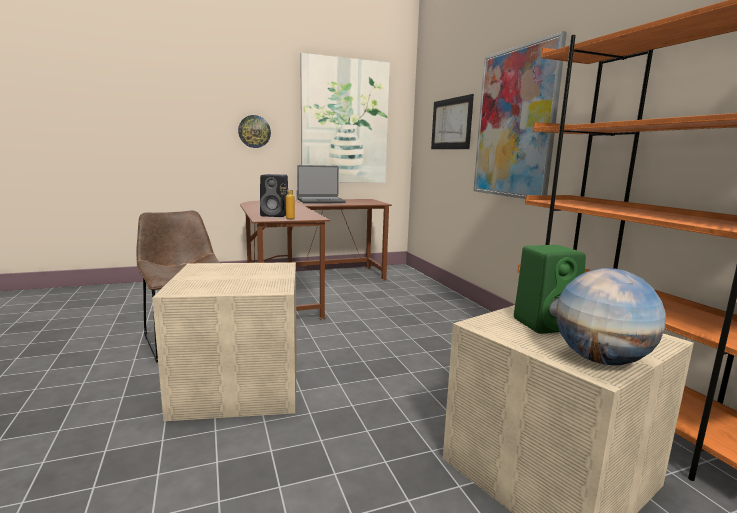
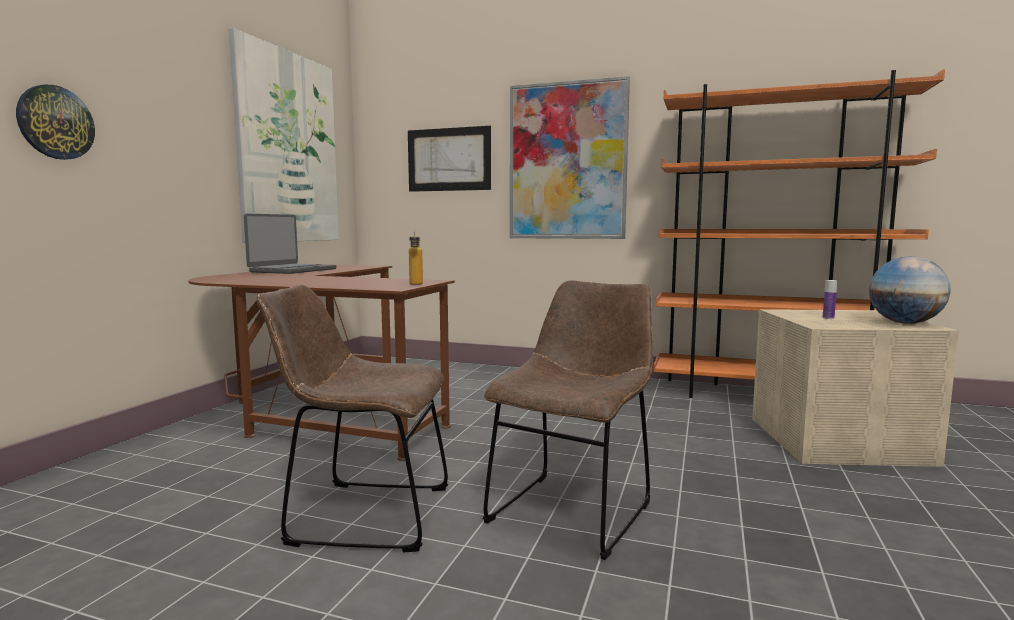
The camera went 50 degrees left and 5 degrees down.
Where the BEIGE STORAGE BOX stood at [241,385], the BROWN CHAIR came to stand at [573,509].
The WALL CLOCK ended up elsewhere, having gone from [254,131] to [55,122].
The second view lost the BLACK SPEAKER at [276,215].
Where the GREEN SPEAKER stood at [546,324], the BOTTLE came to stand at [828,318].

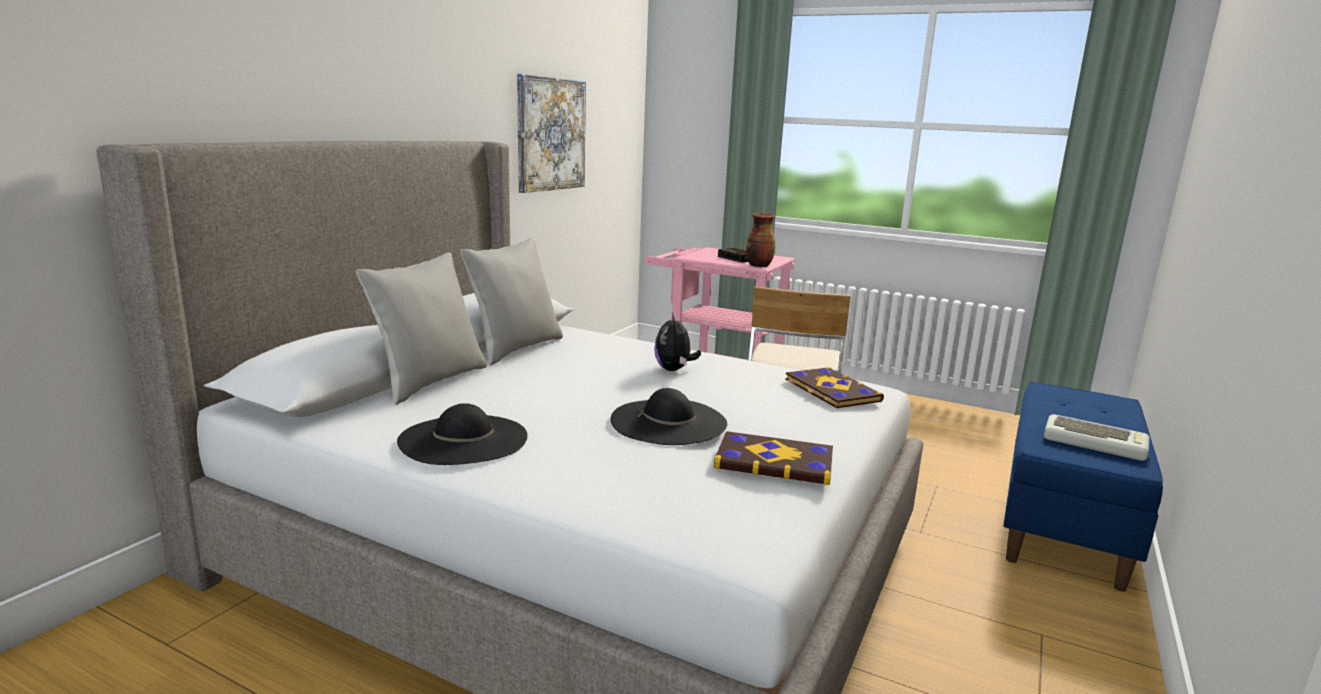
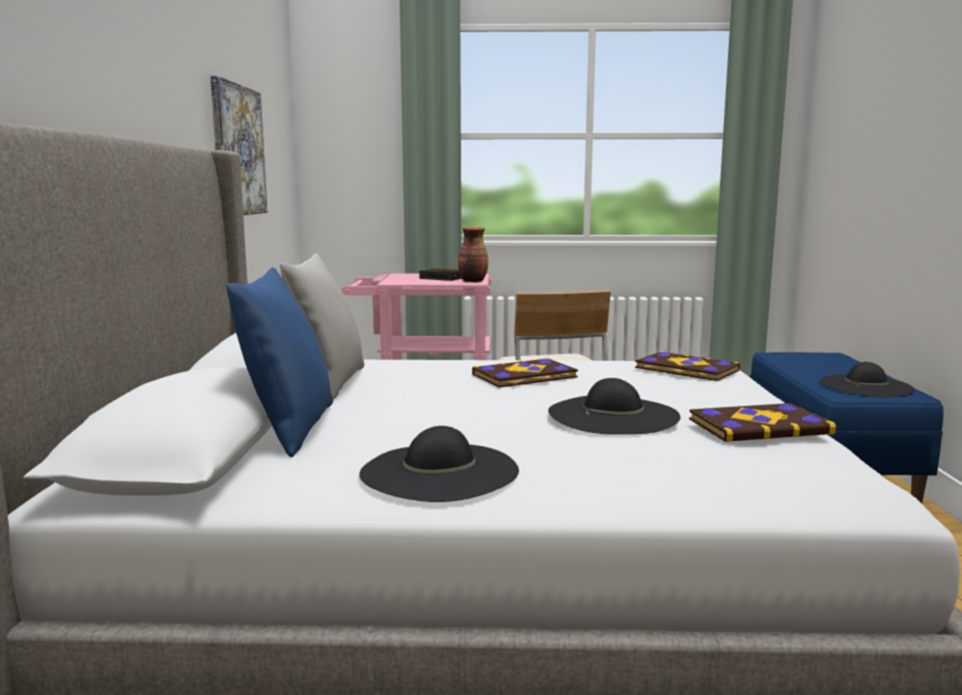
The camera went 25 degrees left and 5 degrees down.
What was the GREY PILLOW at [429,382] turned into the BLUE PILLOW at [289,429].
Where the PLUSH TOY stood at [674,370], the BOOK came to stand at [525,376].
Where the KEYBOARD stood at [1095,444], the BLACK HAT came to stand at [865,386].

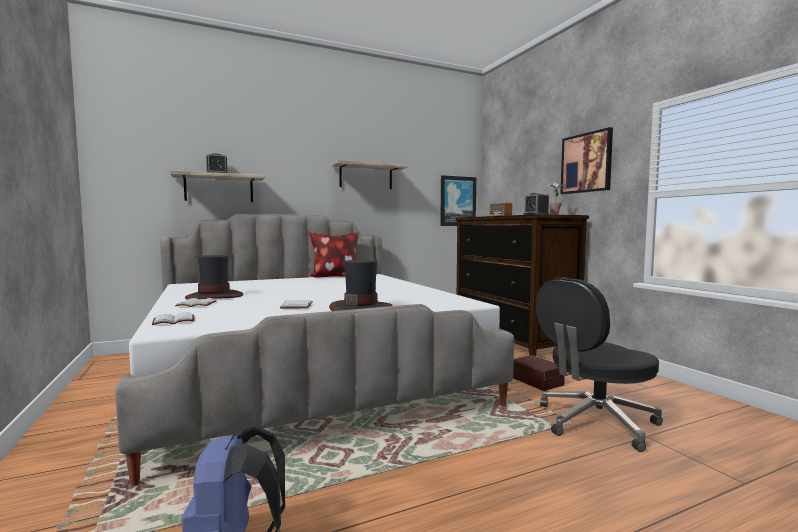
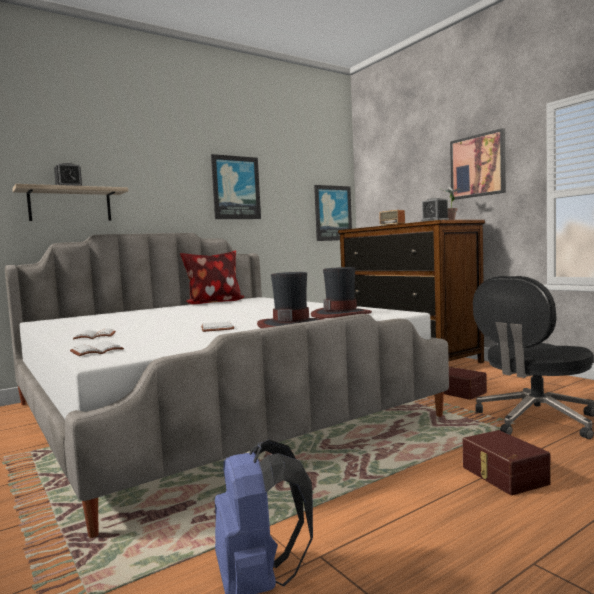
The camera went 10 degrees left and 0 degrees up.
The HAT ended up elsewhere, having gone from [215,296] to [341,314].
Where the SHELF hung at [366,176], the PICTURE came to hang at [235,188].
The second view gained the BROWN STORAGE BOX at [503,475].

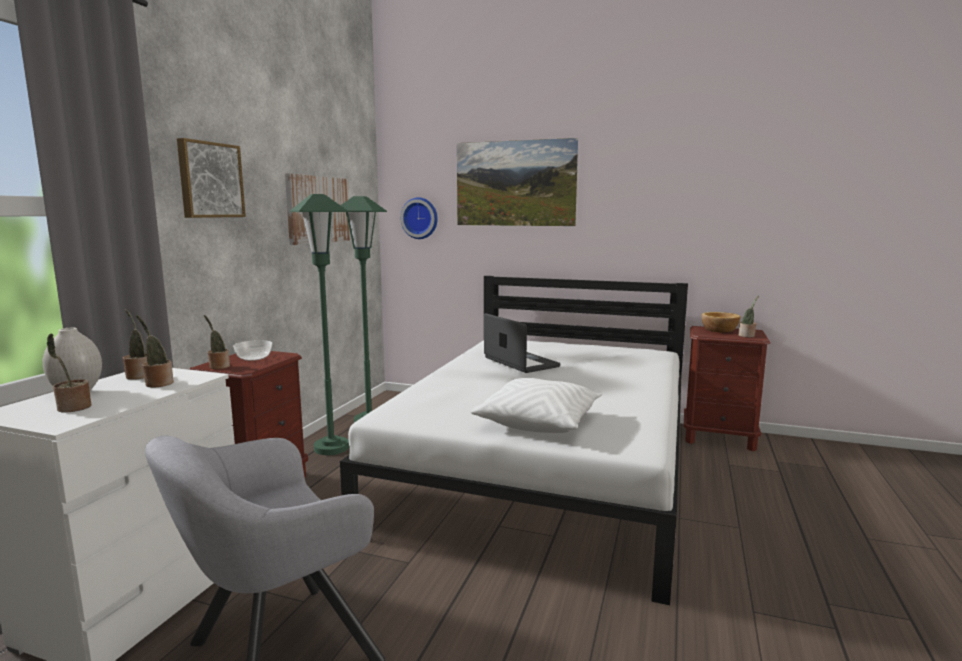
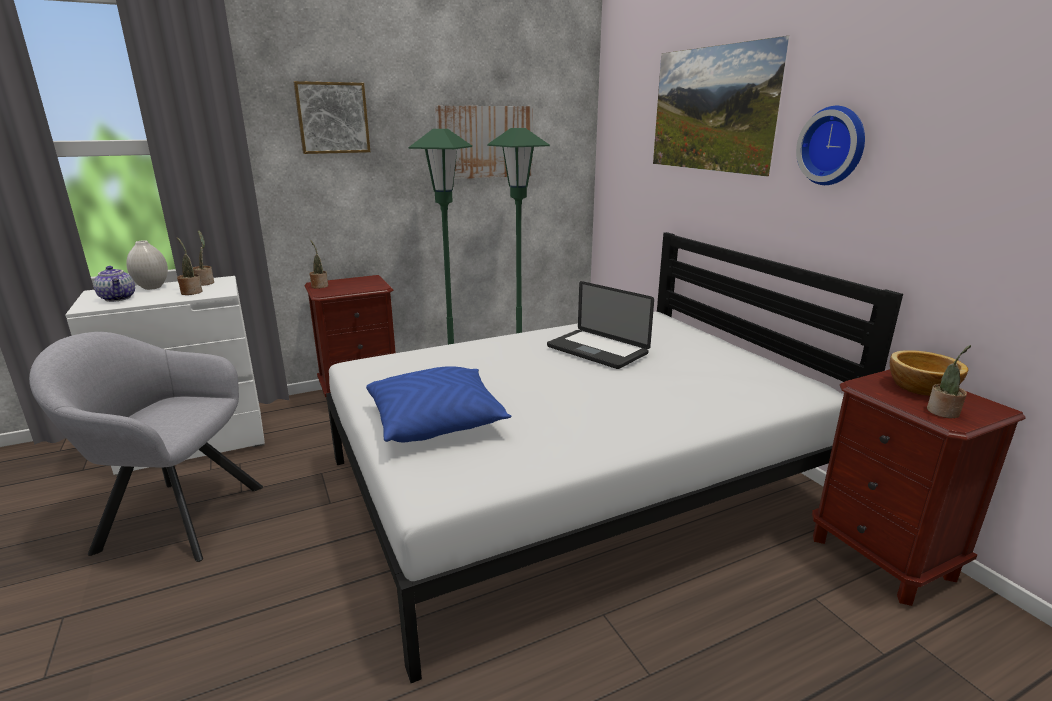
The camera went 45 degrees right and 10 degrees up.
Where the POTTED PLANT stood at [72,408], the TEAPOT came to stand at [119,298].
The second view lost the BOWL at [254,358].
The WALL CLOCK ended up elsewhere, having gone from [420,218] to [834,146].
What was the WHITE PILLOW at [538,422] turned into the BLUE PILLOW at [437,421].
The LAPTOP at [521,362] ended up facing another way, 120 degrees clockwise from before.

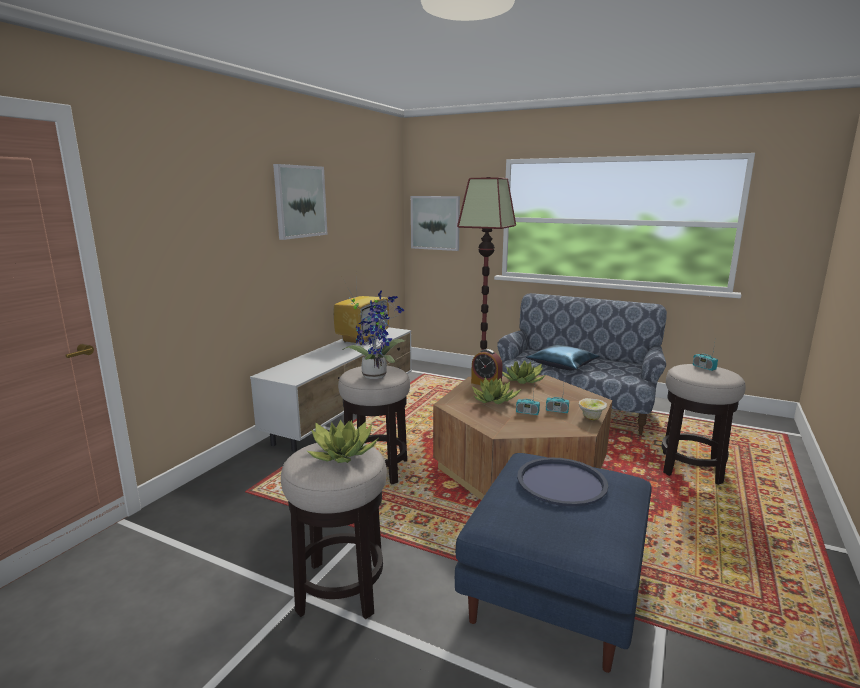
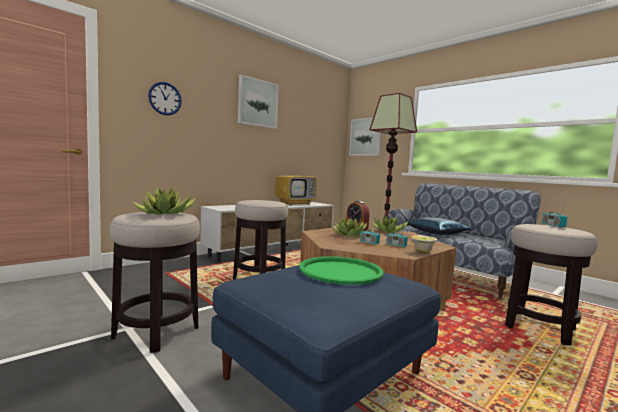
The camera went 20 degrees right and 10 degrees down.
The second view lost the POTTED PLANT at [376,374].
What was the BLUE TRAY at [561,482] turned into the GREEN TRAY at [340,271].
The second view gained the WALL CLOCK at [165,98].

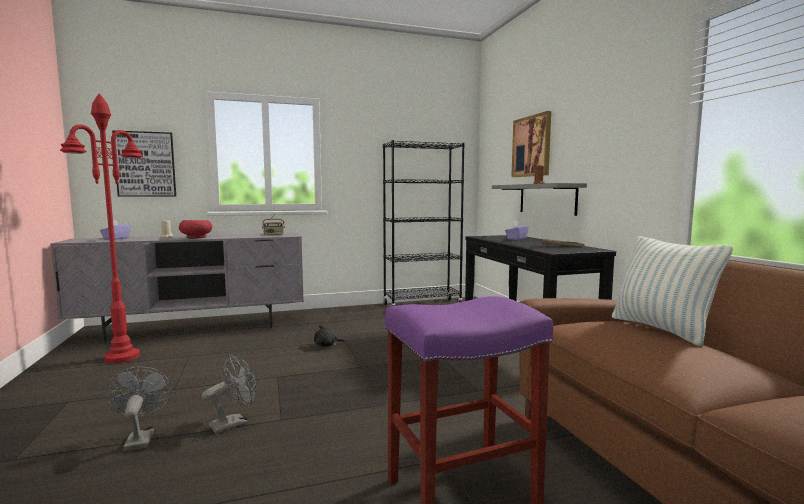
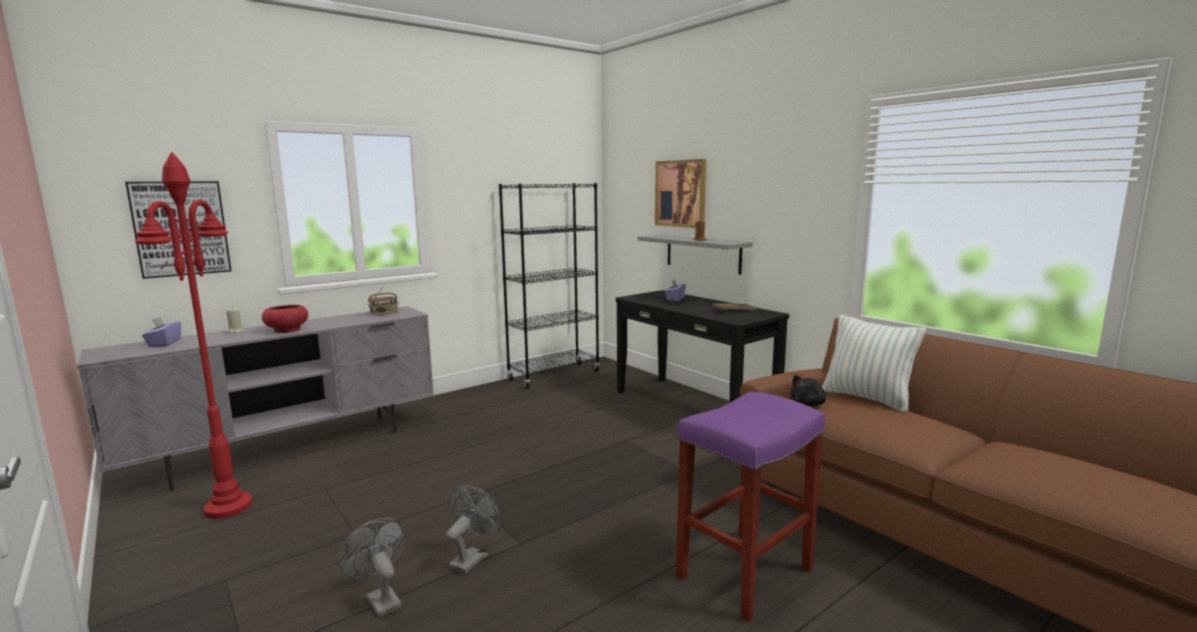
The camera went 20 degrees left and 5 degrees up.
The BLACK PLUSH TOY ended up elsewhere, having gone from [326,345] to [809,404].

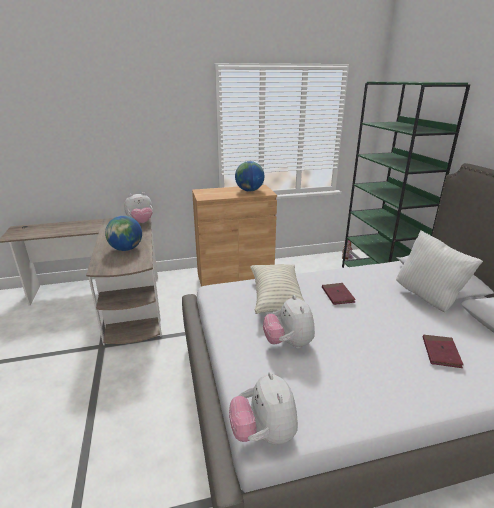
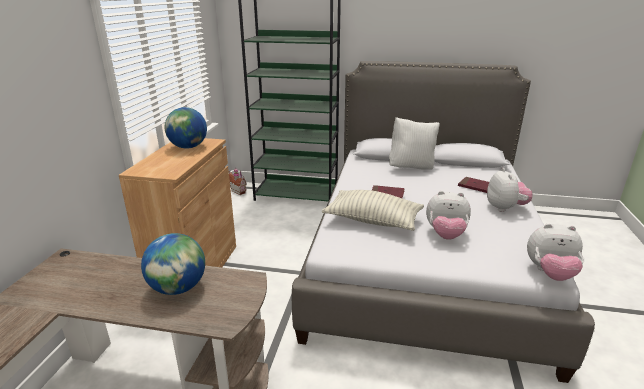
The camera went 65 degrees left and 0 degrees up.
The PLUSH TOY ended up elsewhere, having gone from [141,222] to [505,208].

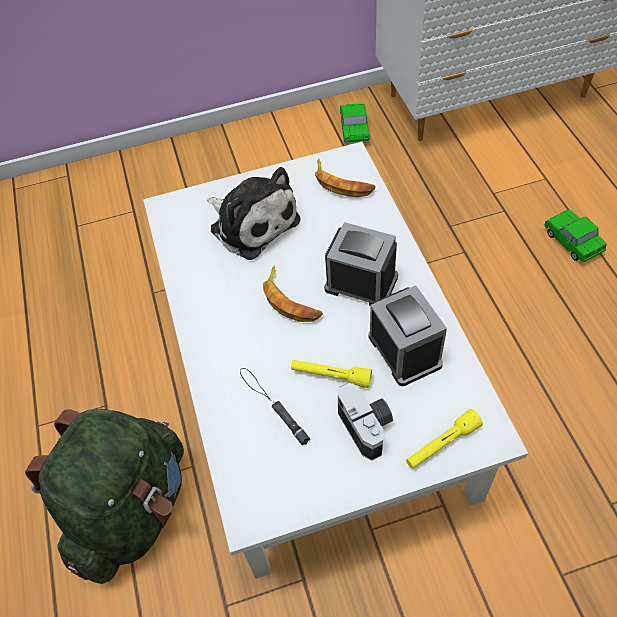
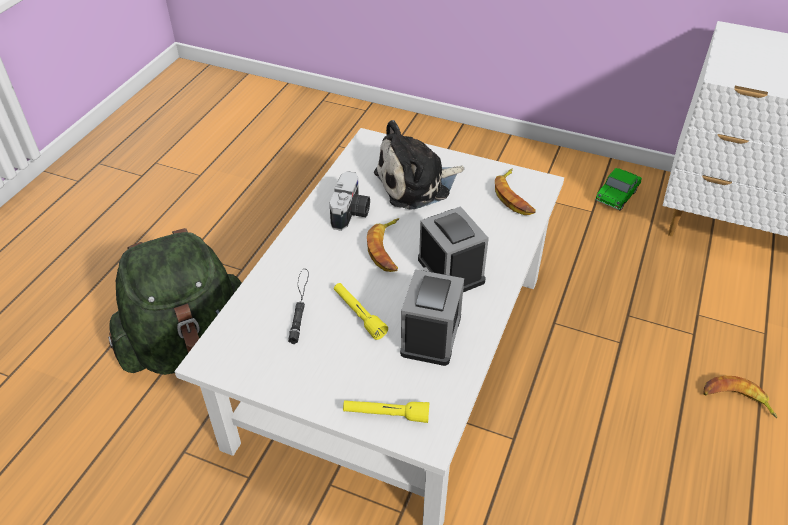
The camera went 35 degrees right and 10 degrees down.
The PLUSH TOY at [252,222] ended up facing another way, 75 degrees clockwise from before.
The PHOTO CAMERA ended up elsewhere, having gone from [368,426] to [352,213].
Where the TOY CAR stood at [572,242], the BANANA came to stand at [736,400].

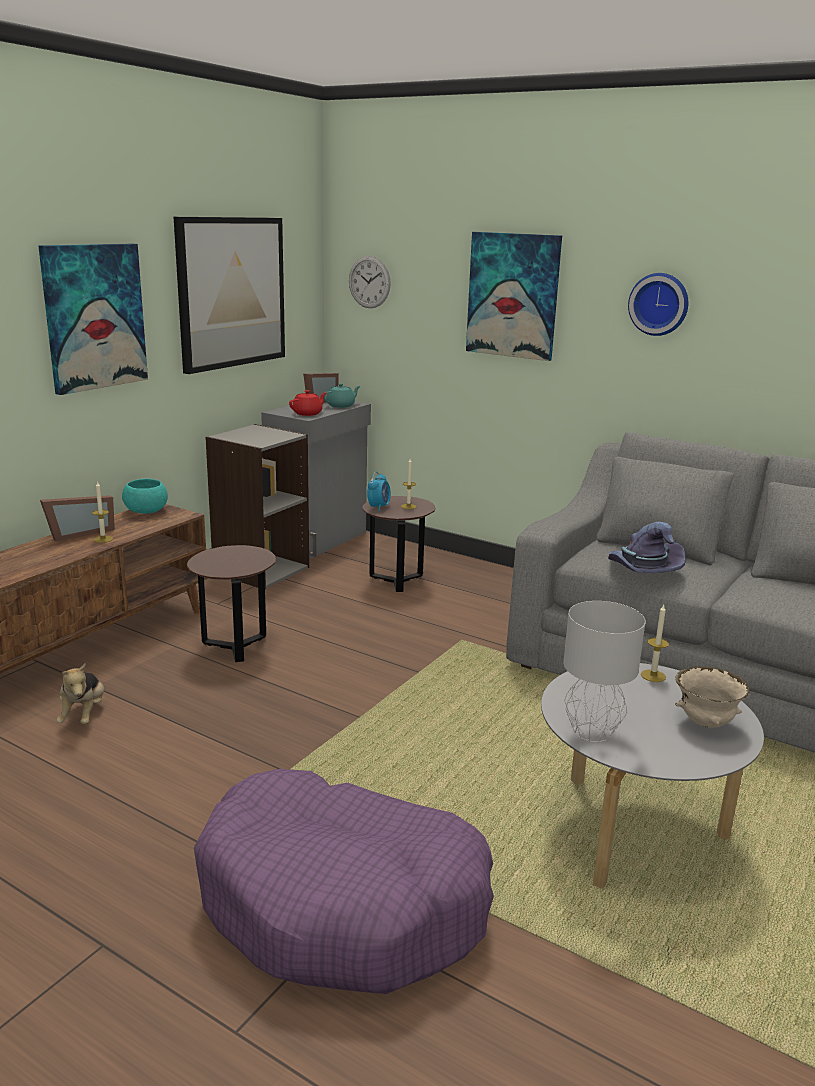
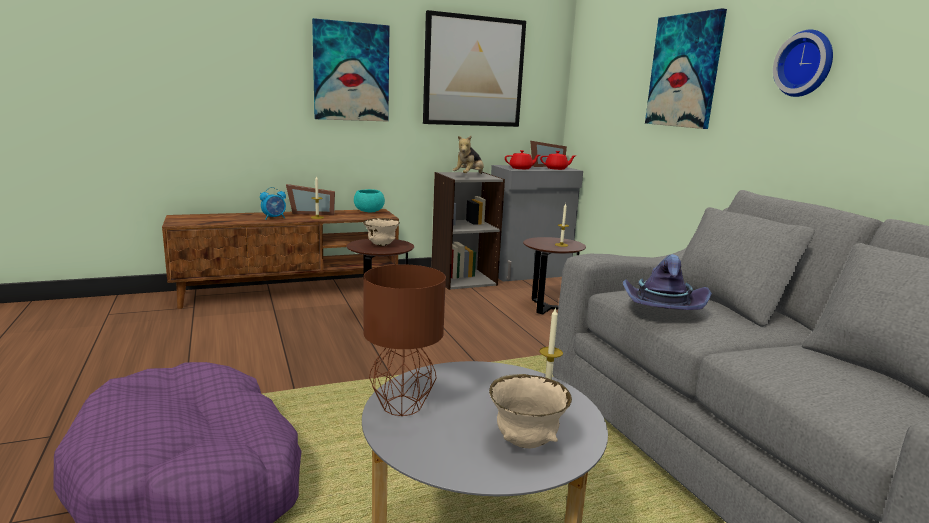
The camera went 35 degrees right and 5 degrees down.
The PLUSH TOY ended up elsewhere, having gone from [84,715] to [469,176].
What was the TURQUOISE TEAPOT at [341,405] turned into the RED TEAPOT at [556,169].
The second view lost the WALL CLOCK at [369,282].
The ALARM CLOCK ended up elsewhere, having gone from [379,507] to [274,218].
What was the GREY TABLE LAMP at [590,731] turned into the BROWN TABLE LAMP at [401,405].
The second view gained the BEIGE BOWL at [381,245].

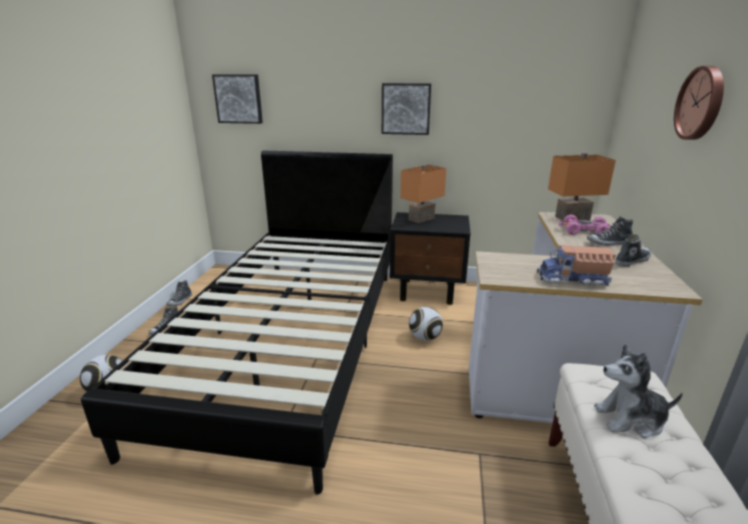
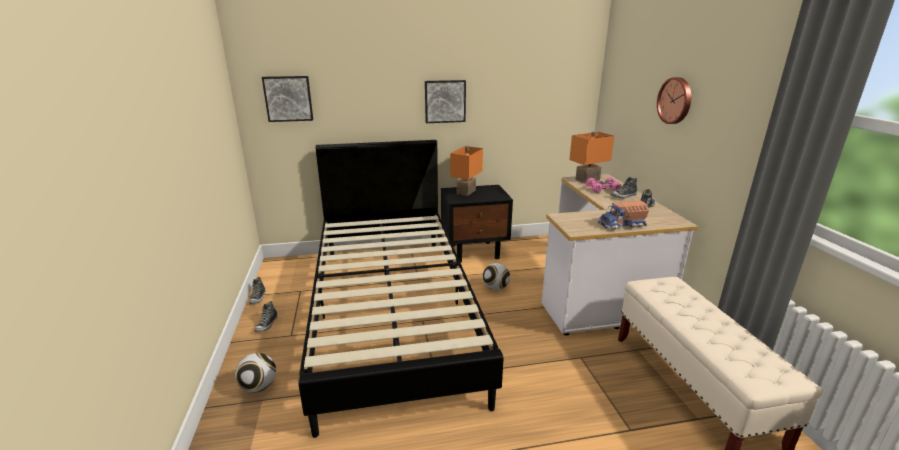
The camera went 20 degrees left and 0 degrees up.
The second view lost the PLUSH TOY at [630,419].

